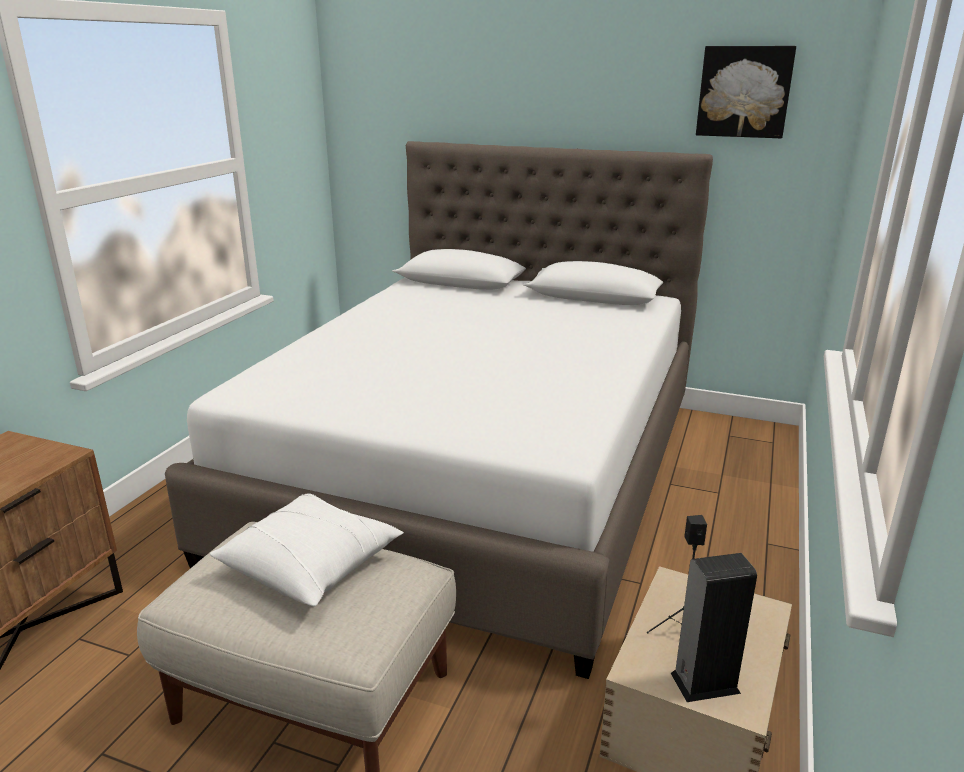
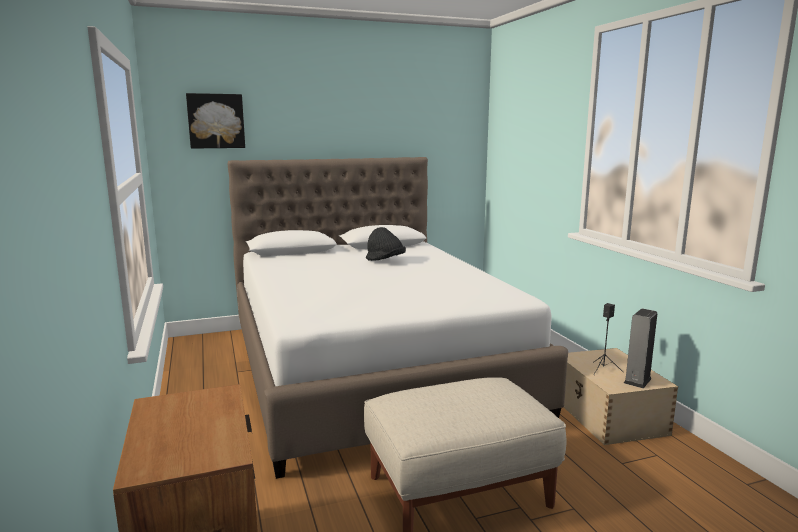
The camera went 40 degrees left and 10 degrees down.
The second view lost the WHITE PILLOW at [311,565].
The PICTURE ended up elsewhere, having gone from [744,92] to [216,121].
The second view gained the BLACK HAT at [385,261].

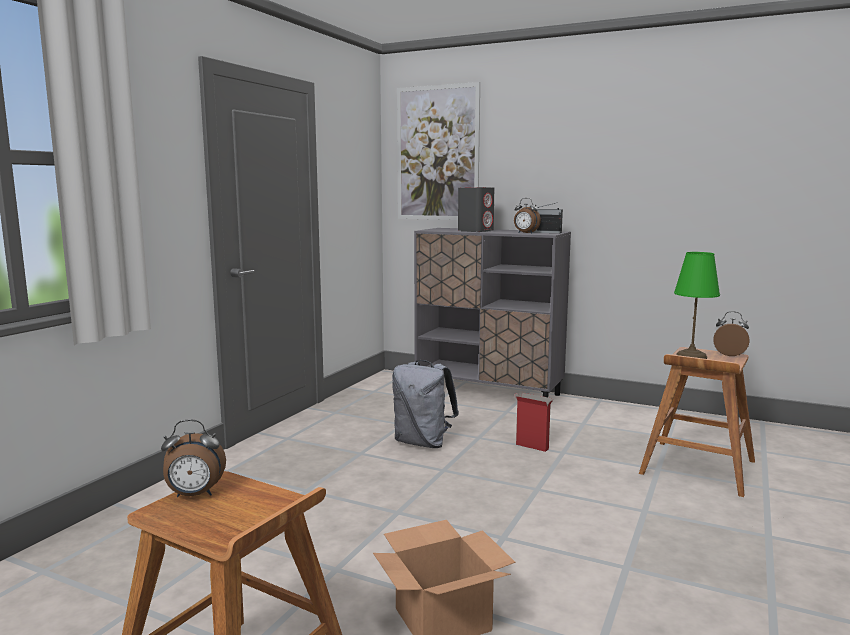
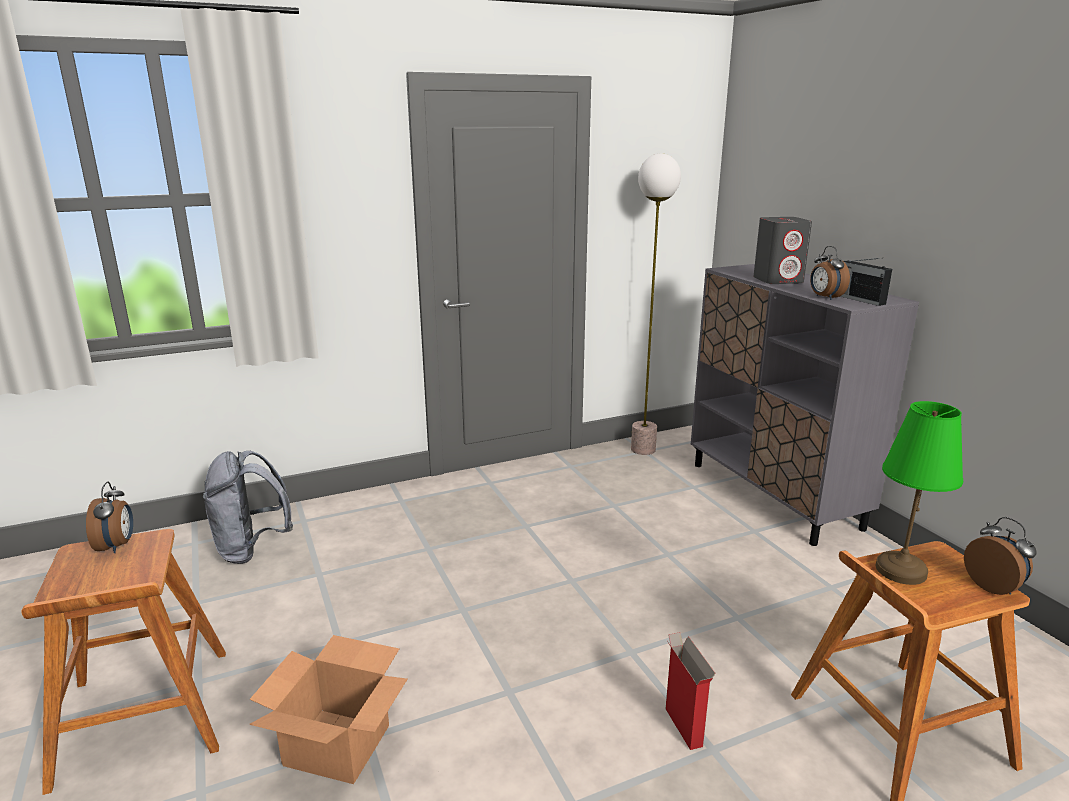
The camera went 40 degrees right and 10 degrees up.
The ALARM CLOCK at [194,495] ended up facing another way, 135 degrees counterclockwise from before.
The GREY BACKPACK ended up elsewhere, having gone from [423,443] to [251,549].
The second view lost the PICTURE at [437,153].
The CARDBOARD BOX ended up elsewhere, having gone from [531,446] to [682,726].
The second view gained the FLOOR LAMP at [642,449].

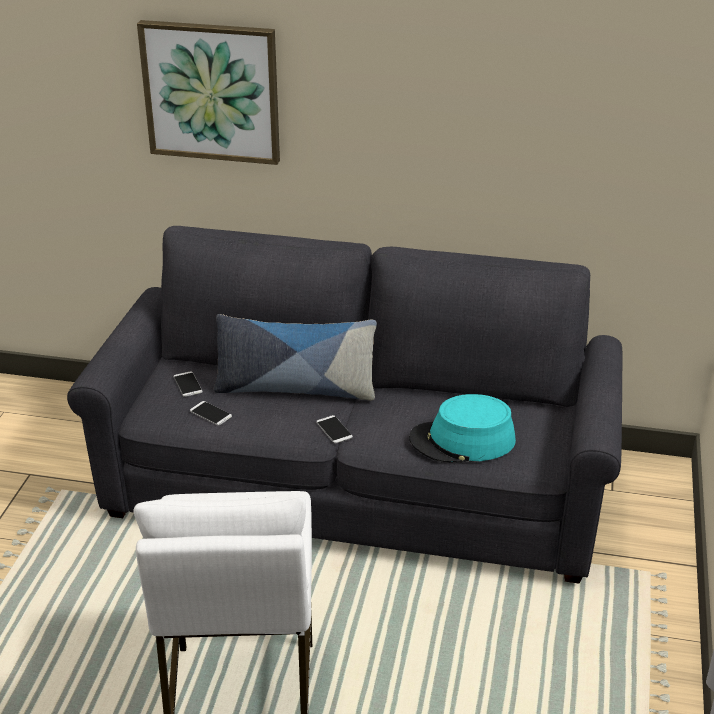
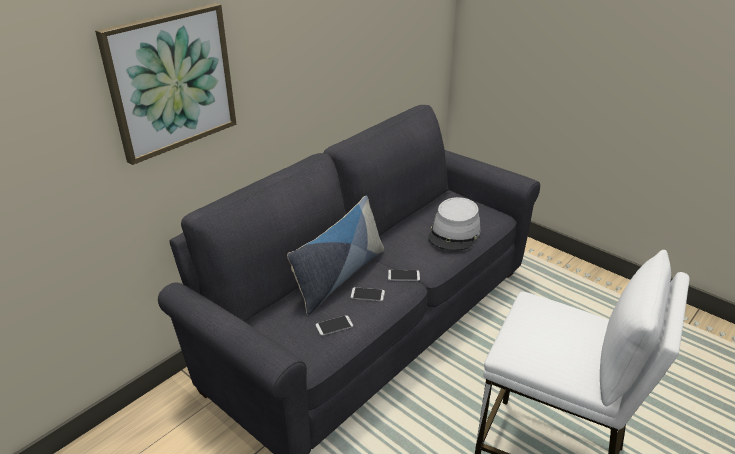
The camera went 60 degrees left and 0 degrees up.
The PHONE ended up elsewhere, having gone from [187,384] to [367,294].
What was the TURQUOISE HAT at [462,441] turned into the GREY HAT at [454,233].

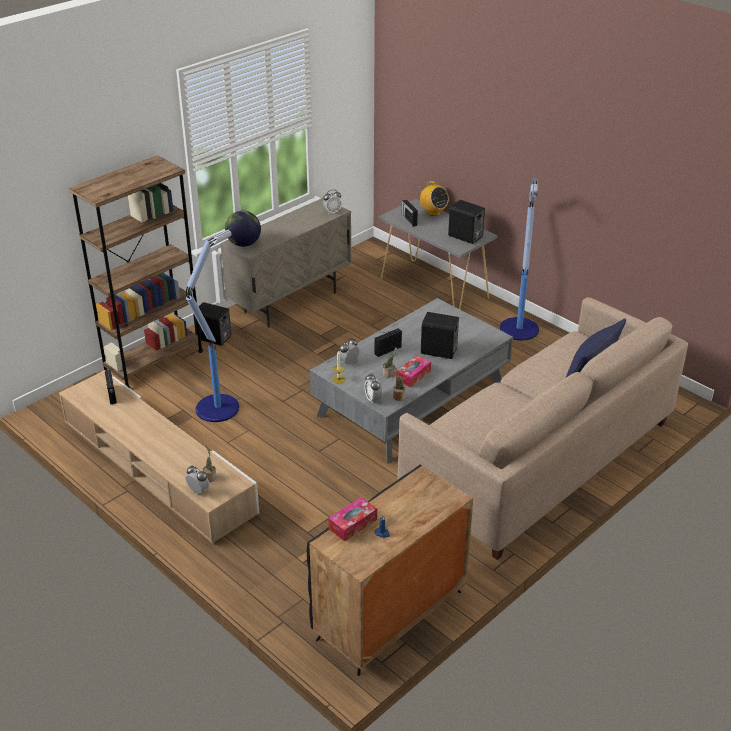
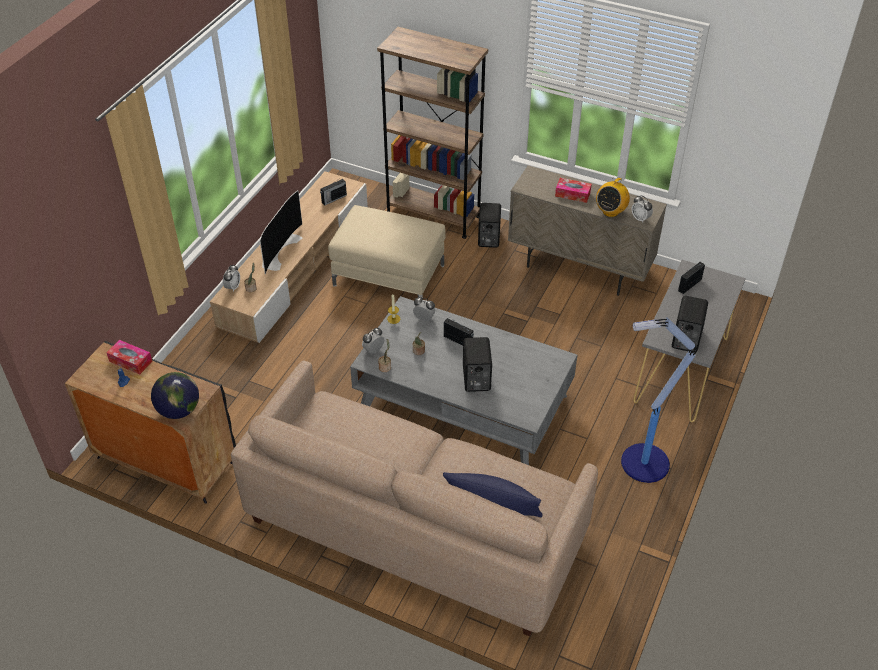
The camera went 70 degrees right and 10 degrees up.
Where the FLOOR LAMP stood at [218,407], the BEIGE OTTOMAN came to stand at [389,275].
The GLOBE ended up elsewhere, having gone from [244,244] to [179,410].
The TISSUE BOX ended up elsewhere, having gone from [413,375] to [572,194].
The RADIO ended up elsewhere, having gone from [433,212] to [610,212].
The second view gained the TELEVISION at [279,250].

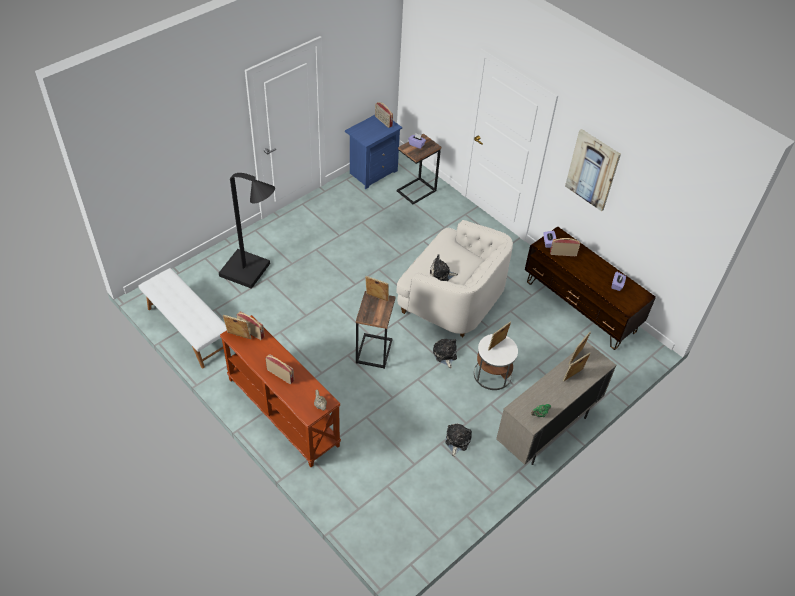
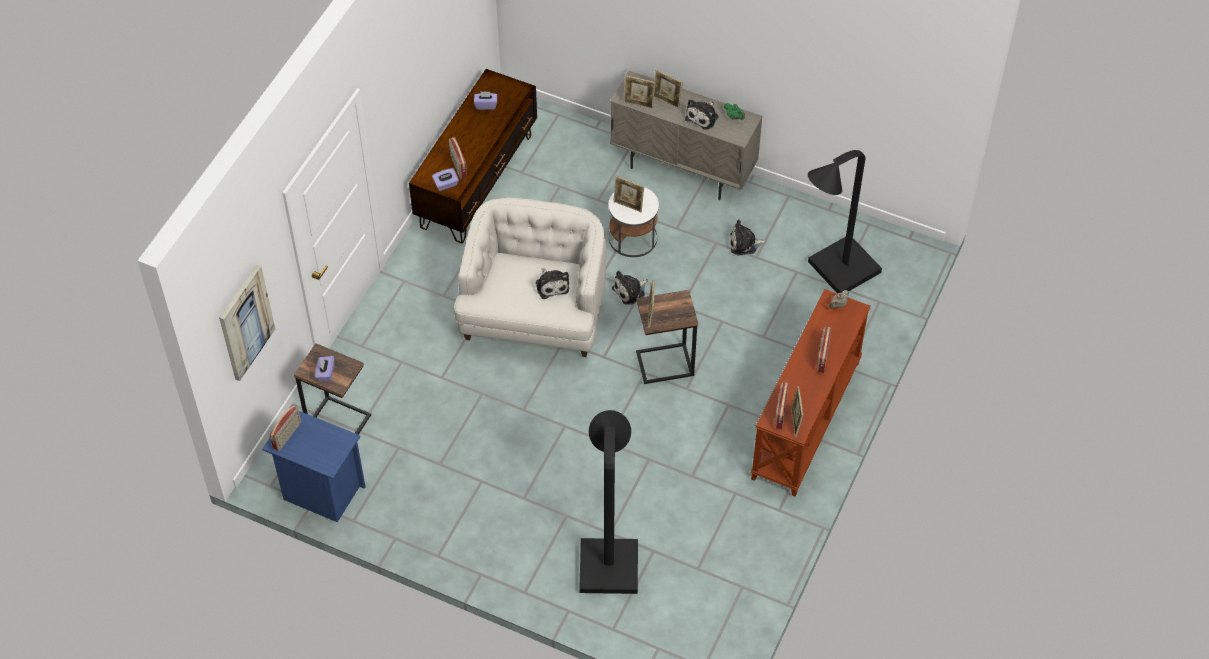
The camera went 110 degrees left and 5 degrees up.
The second view lost the WHITE BENCH at [187,329].
The PICTURE ended up elsewhere, having gone from [592,170] to [245,322].
The second view gained the PLUSH TOY at [703,117].
The second view gained the BLACK FLOOR LAMP at [835,272].

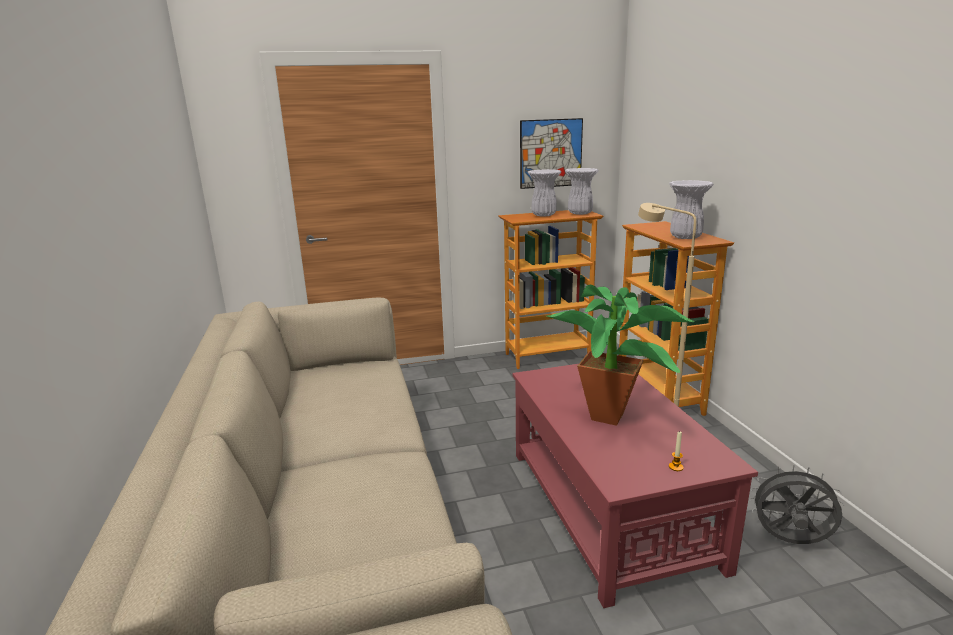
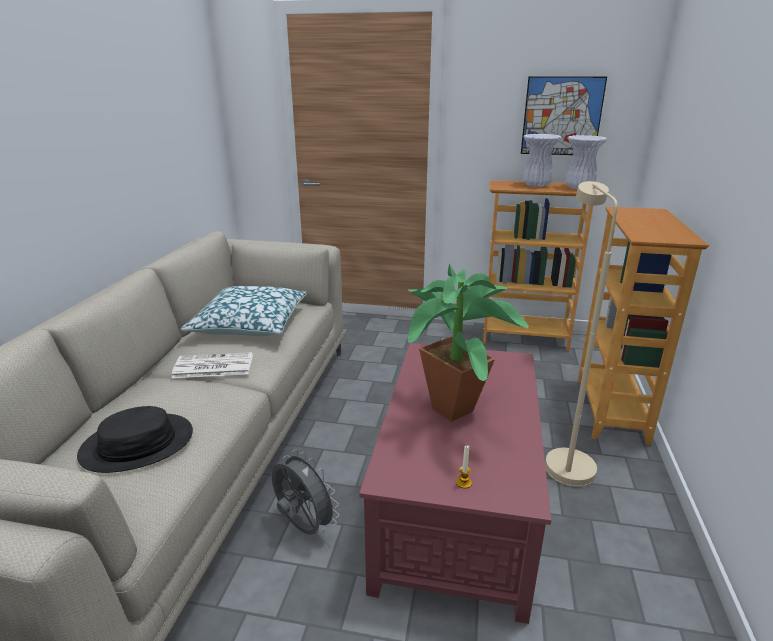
The camera went 25 degrees right and 5 degrees up.
The second view lost the WHITE VASE at [685,237].
The GREY FAN ended up elsewhere, having gone from [789,541] to [303,527].
The second view gained the BLACK HAT at [137,444].
The second view gained the NEWSPAPER at [212,366].
The second view gained the PILLOW at [250,323].

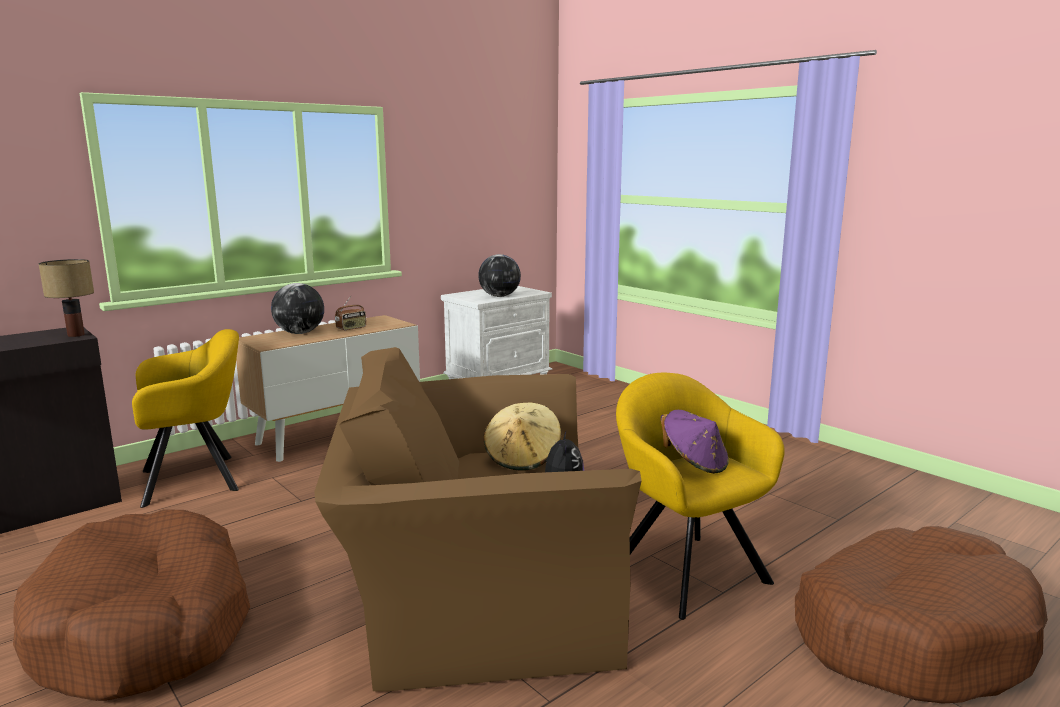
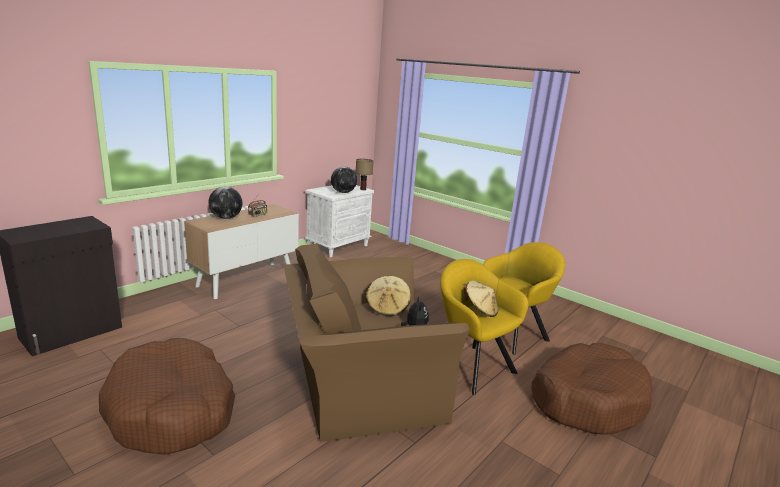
The camera went 10 degrees left and 5 degrees up.
The TABLE LAMP ended up elsewhere, having gone from [75,335] to [362,189].
The YELLOW ARMCHAIR ended up elsewhere, having gone from [197,479] to [514,333].
What was the PURPLE HAT at [694,463] turned into the BEIGE HAT at [480,310].

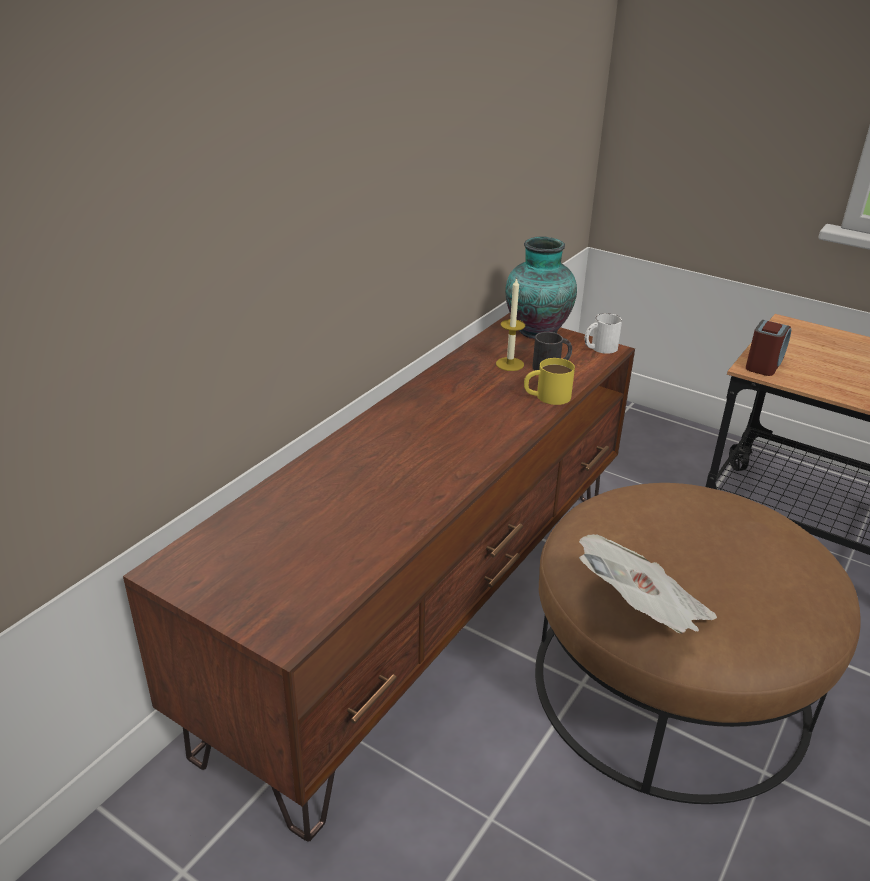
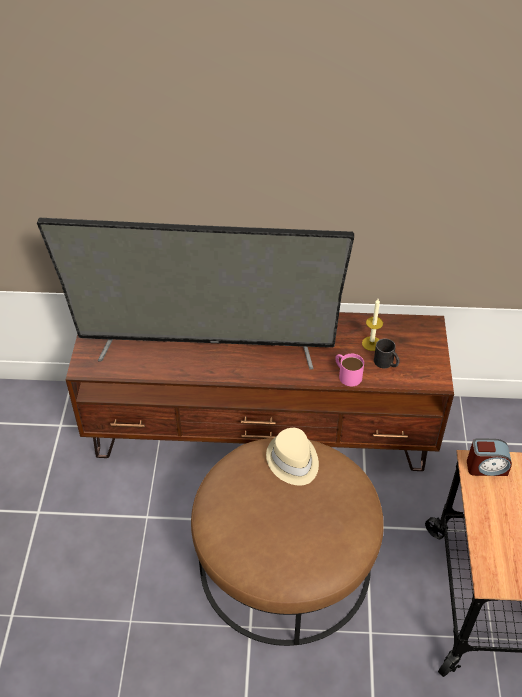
The camera went 60 degrees right and 15 degrees up.
The second view lost the VASE at [535,330].
What was the YELLOW MUG at [546,396] turned into the PINK MUG at [347,374].
The second view lost the NEWSPAPER at [642,613].
The second view lost the WHITE MUG at [599,348].
The second view gained the TELEVISION at [206,346].
The second view gained the BEIGE HAT at [292,461].

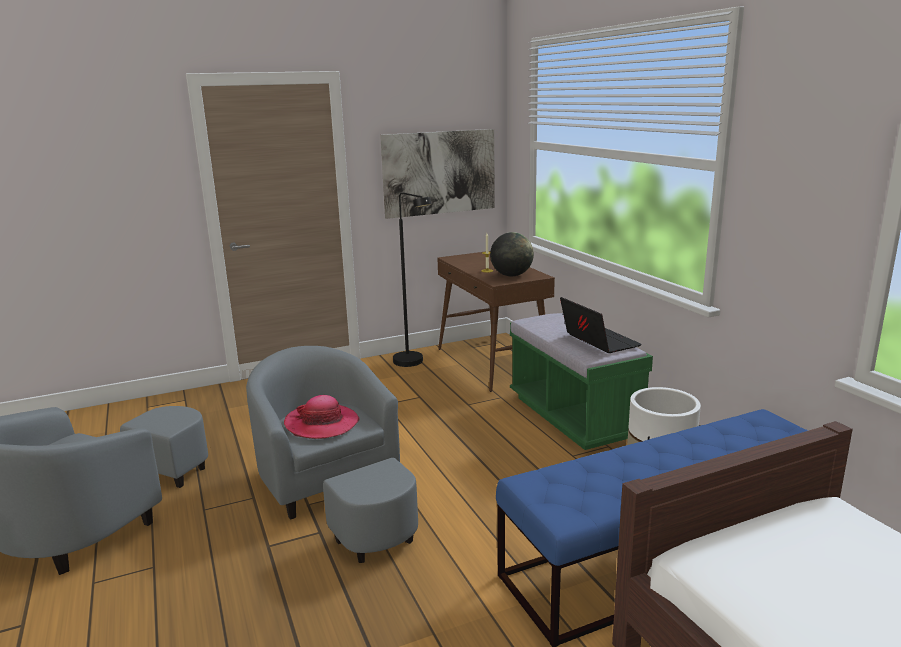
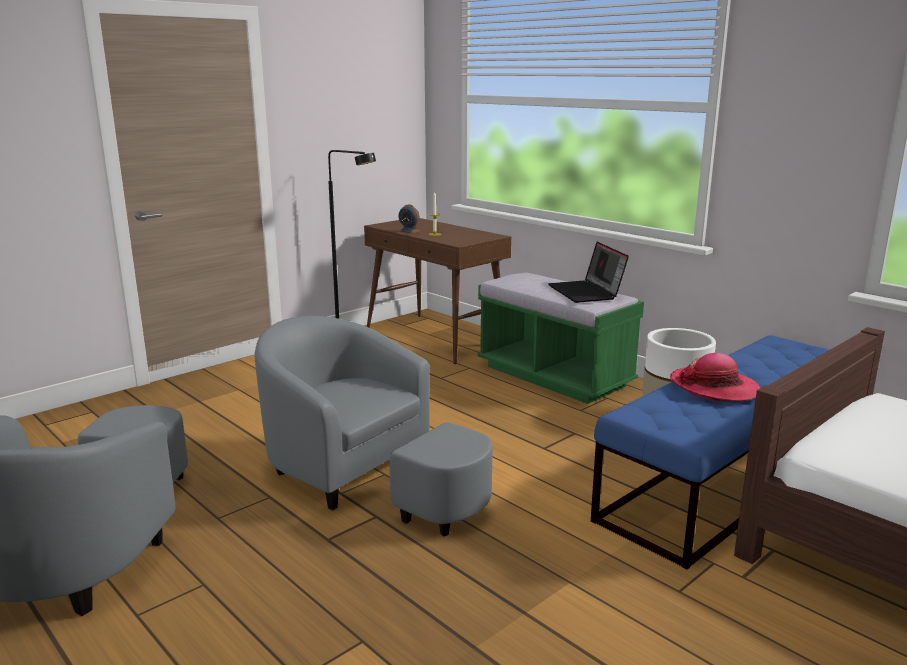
The camera went 20 degrees left and 0 degrees up.
The HAT ended up elsewhere, having gone from [322,424] to [714,388].
The second view lost the PICTURE at [439,173].
The second view lost the GLOBE at [511,275].
The LAPTOP at [597,341] ended up facing another way, 150 degrees counterclockwise from before.
The second view gained the ALARM CLOCK at [409,231].

